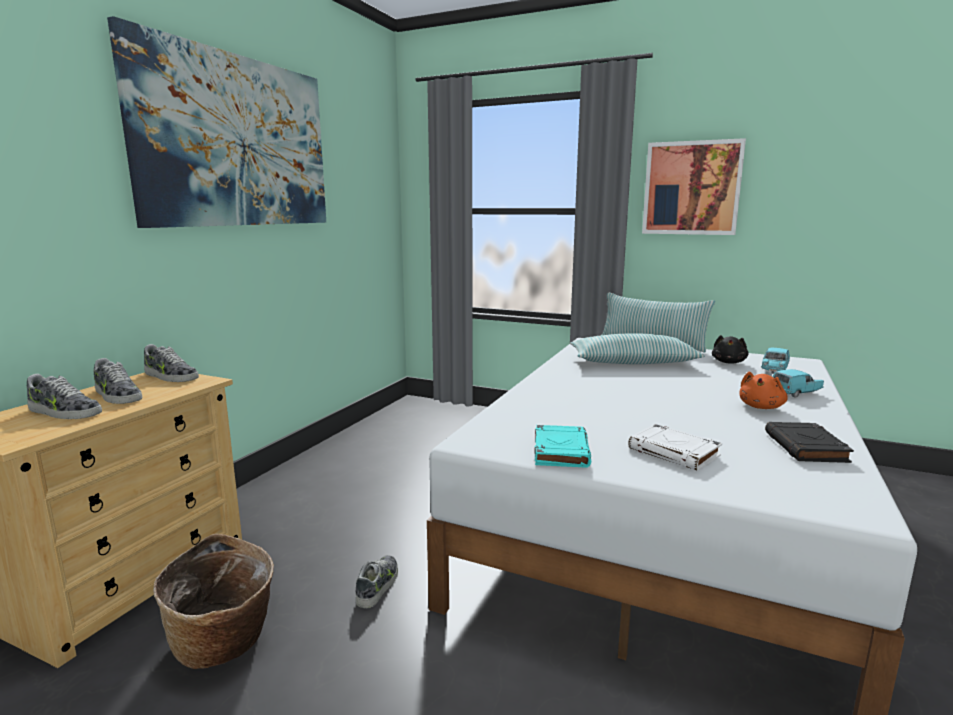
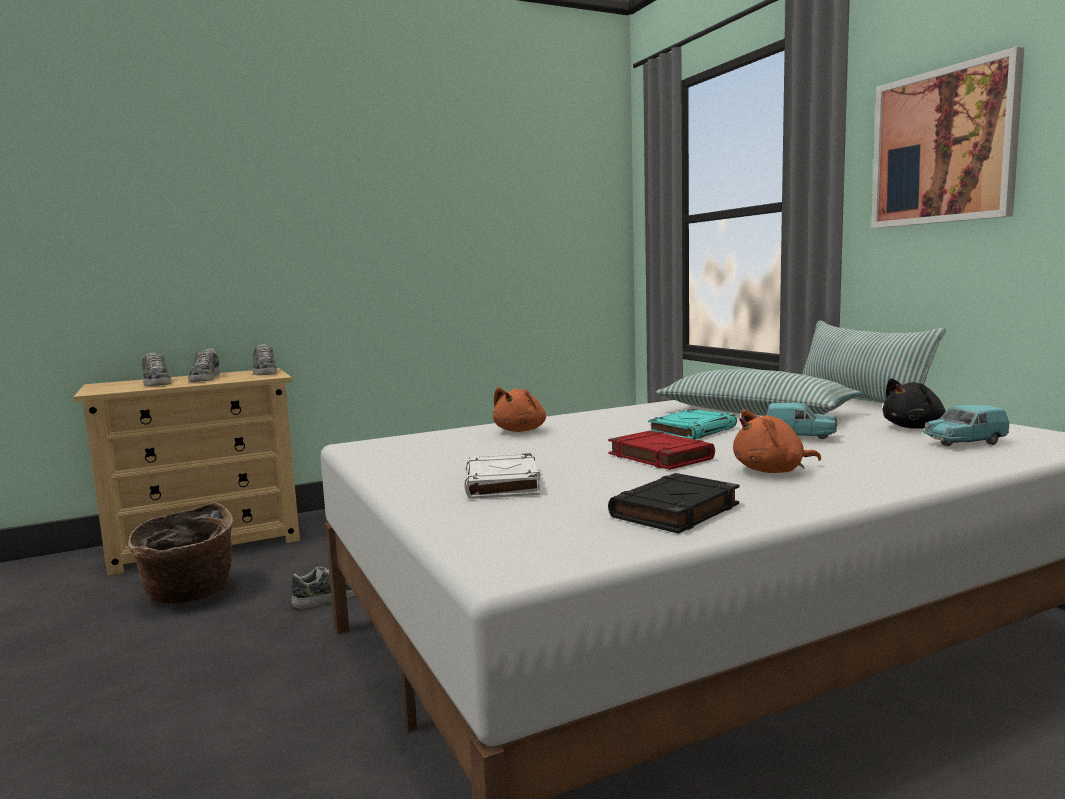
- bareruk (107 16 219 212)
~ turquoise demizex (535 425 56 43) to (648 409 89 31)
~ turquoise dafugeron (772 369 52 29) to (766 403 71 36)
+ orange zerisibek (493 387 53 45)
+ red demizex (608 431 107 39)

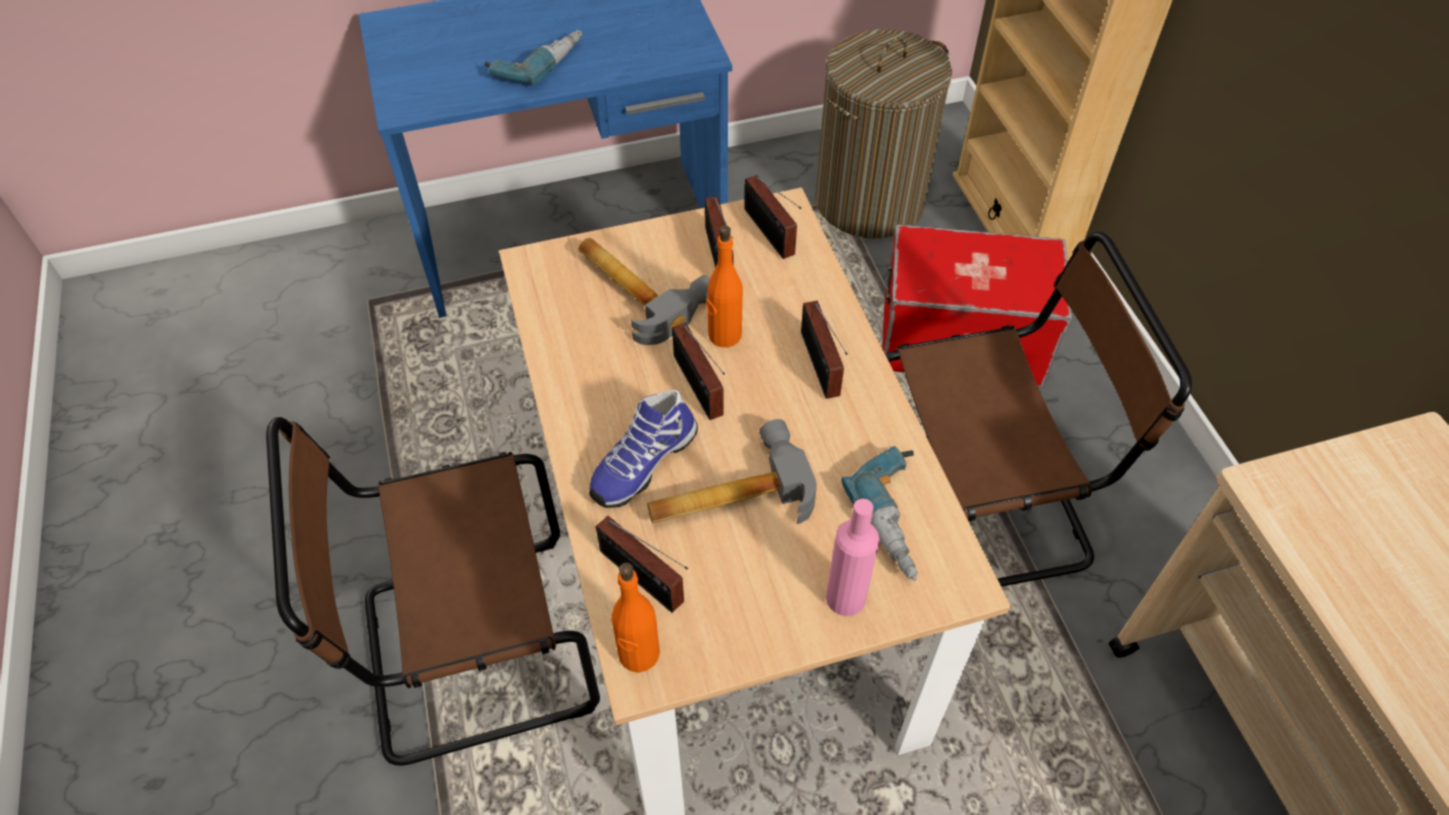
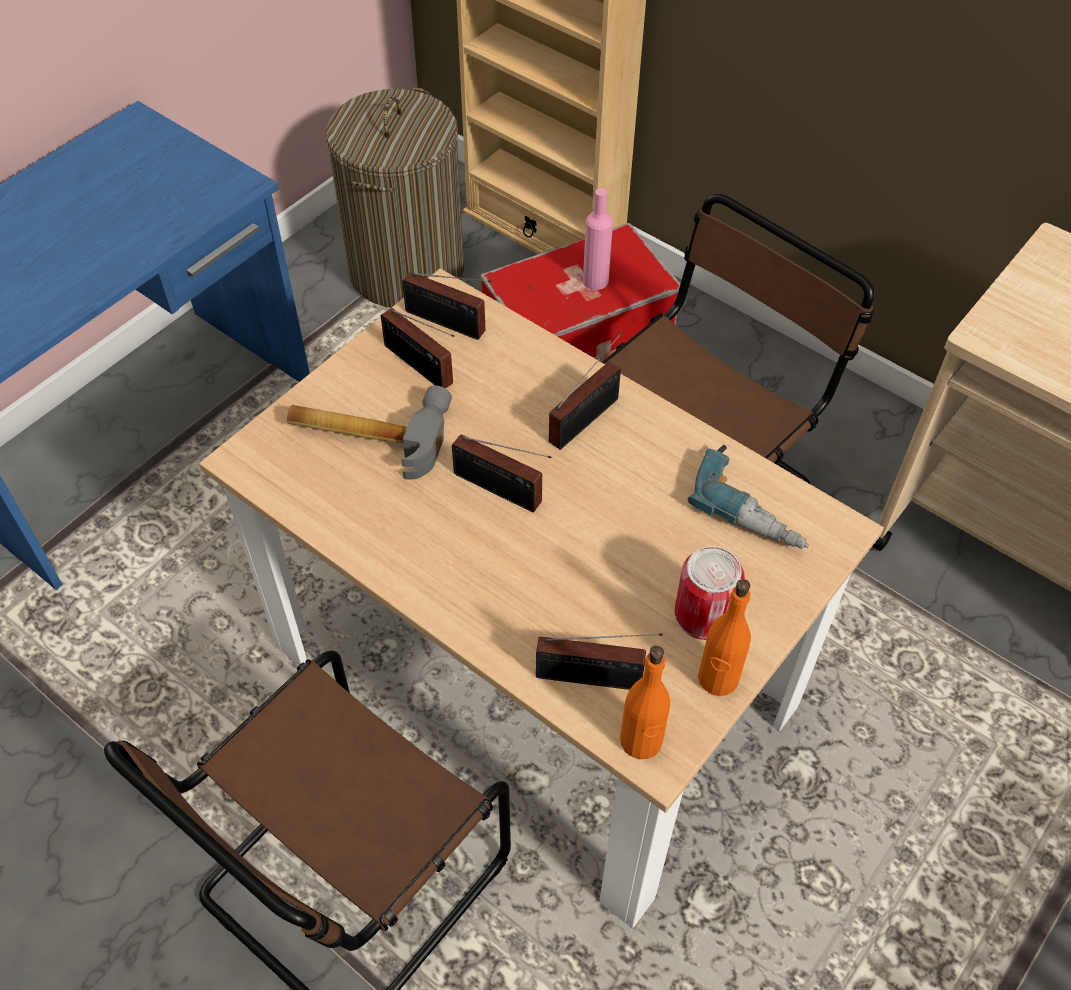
- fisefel (485 30 97 55)
- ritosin (589 390 109 118)
- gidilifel (647 419 170 105)
~ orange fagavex (706 226 37 121) to (698 579 53 117)
~ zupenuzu (801 301 46 98) = (549 332 74 118) 90 degrees counterclockwise
~ pink fagavex (826 499 54 117) to (583 188 30 102)
+ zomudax (675 546 70 94)

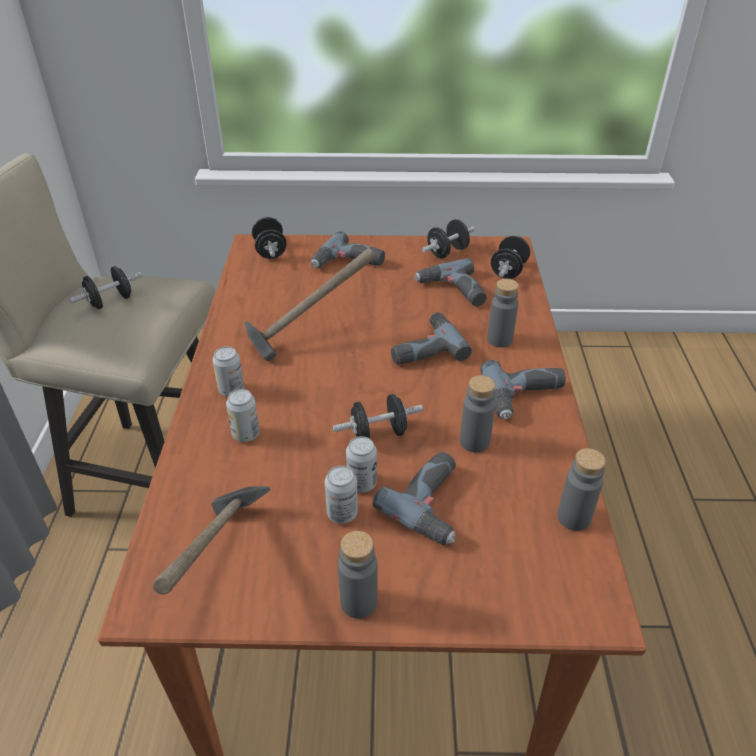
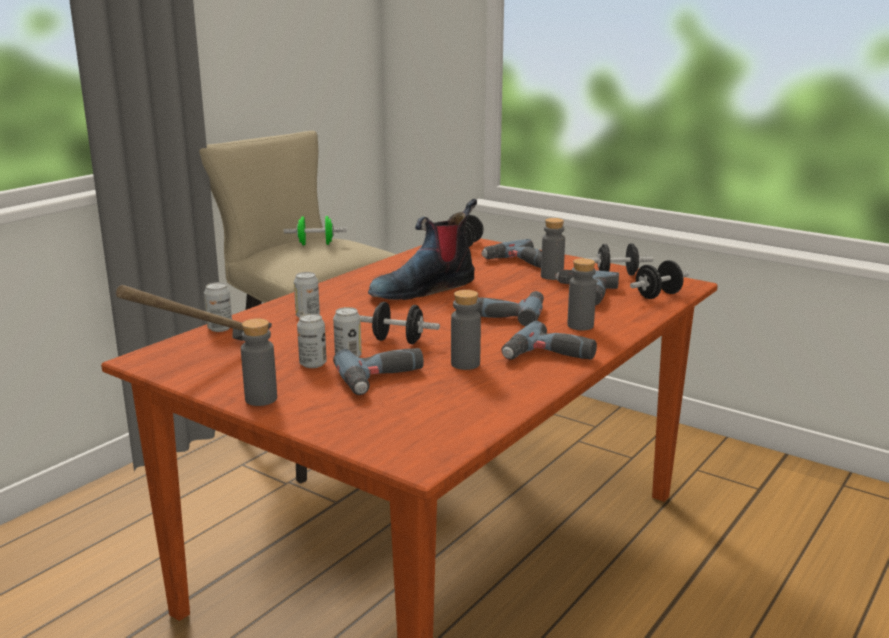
~ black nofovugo (69 266 73 43) to green nofovugo (284 216 63 29)
~ zomudax (213 347 31 50) to (204 282 28 50)
~ gidilifel (244 248 132 113) to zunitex (368 199 109 101)
~ grey fagavex (557 448 49 83) to (541 218 24 62)

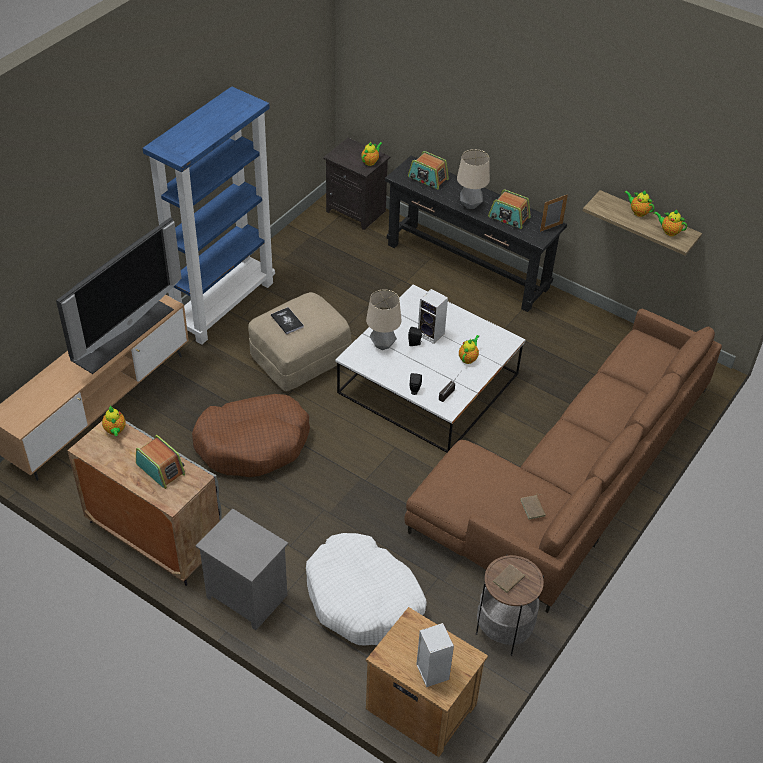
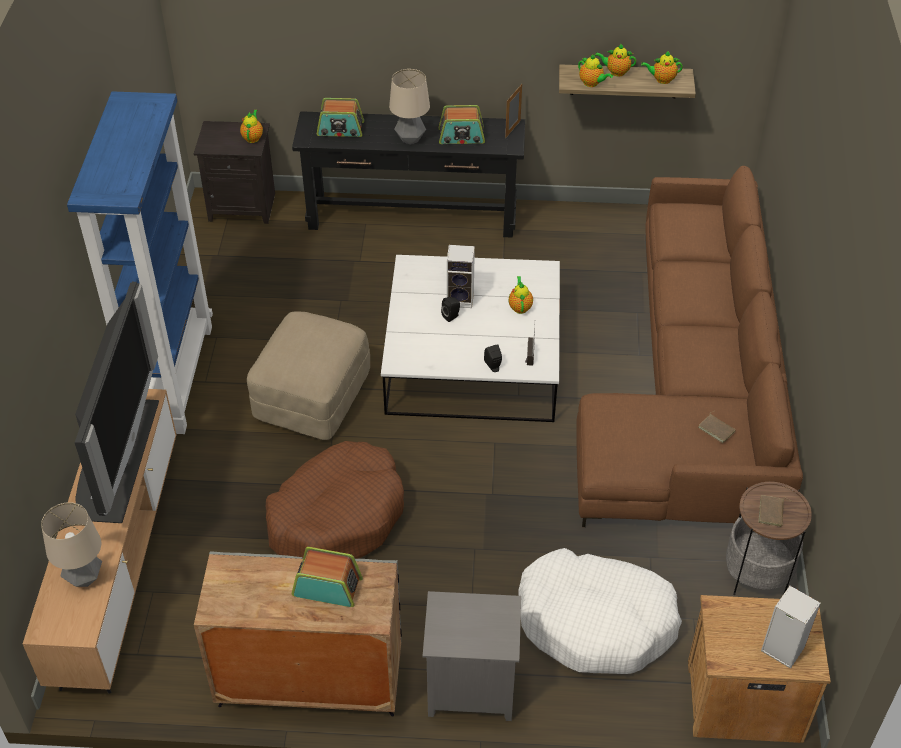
~ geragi (102 405 24 31) to (578 54 35 33)
- demizex (271 307 33 27)
~ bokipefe (366 290 35 60) to (41 502 61 85)

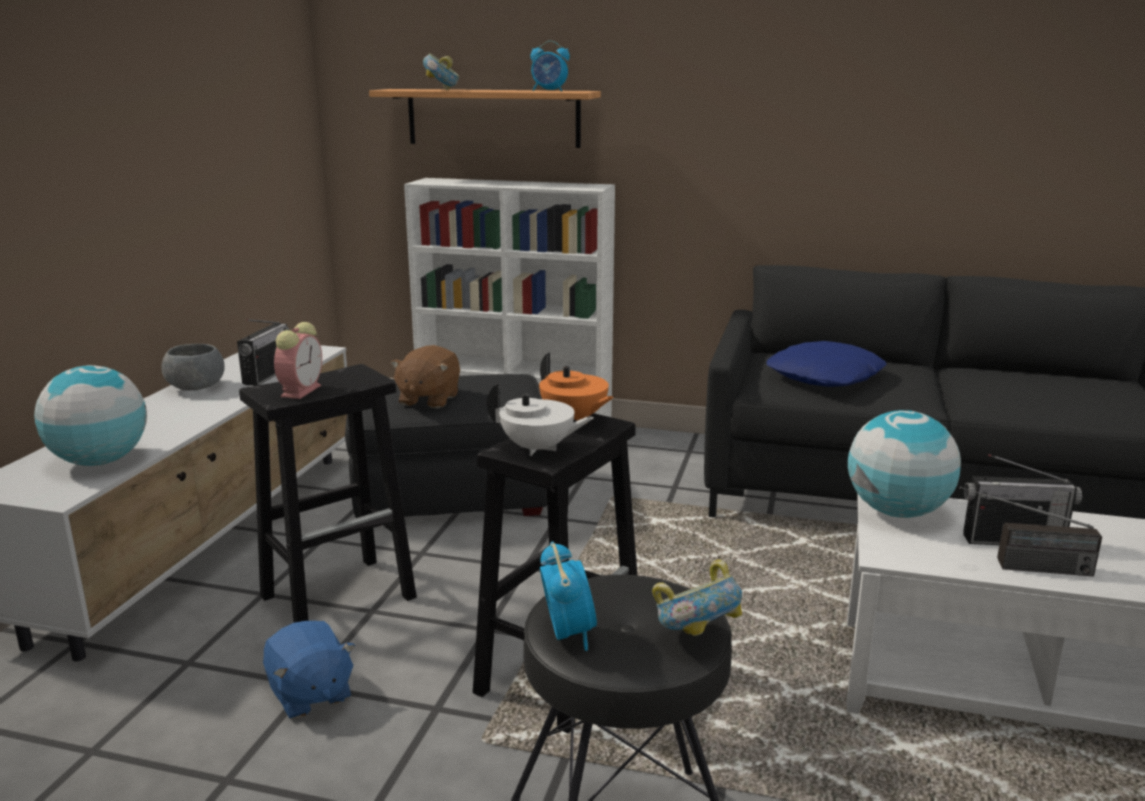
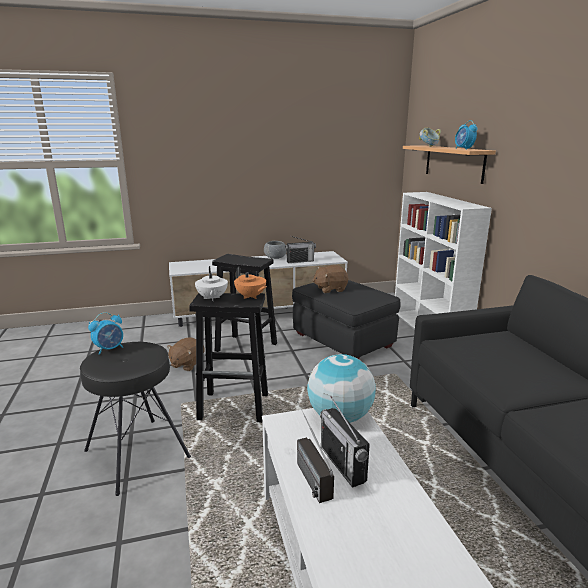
- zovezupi (34 365 113 101)
~ blue zerisibek (263 621 92 98) to brown zerisibek (167 338 38 33)
- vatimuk (274 322 48 77)
~ orange geragi (539 353 75 71) = (234 266 33 33) 60 degrees counterclockwise
- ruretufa (652 559 90 77)
- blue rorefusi (767 341 120 46)

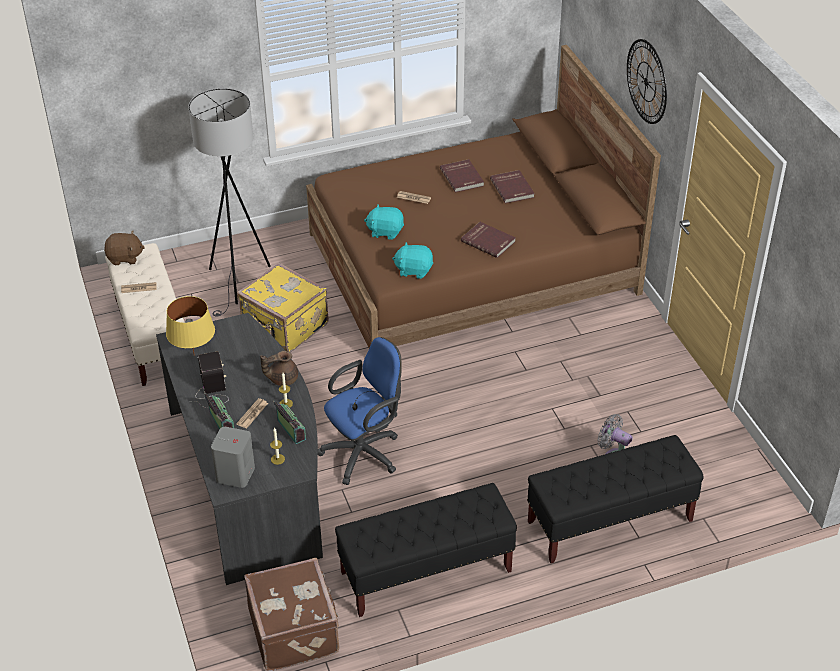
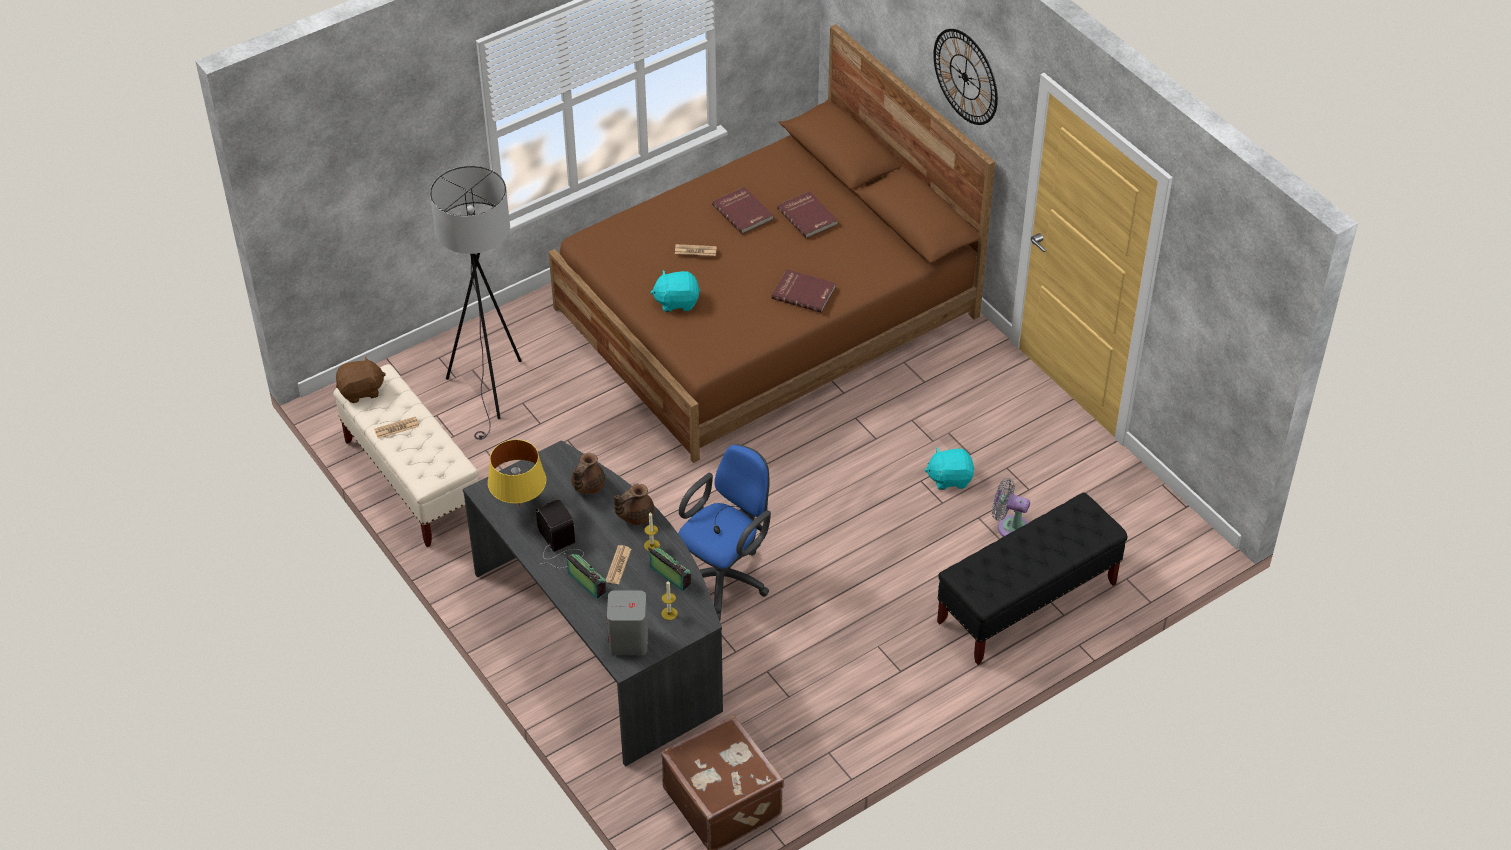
- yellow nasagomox (237 263 92 89)
- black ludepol (335 483 182 134)
~ turquoise zerisibek (392 242 41 37) to (925 447 49 43)
+ brown geragi (572 453 33 41)

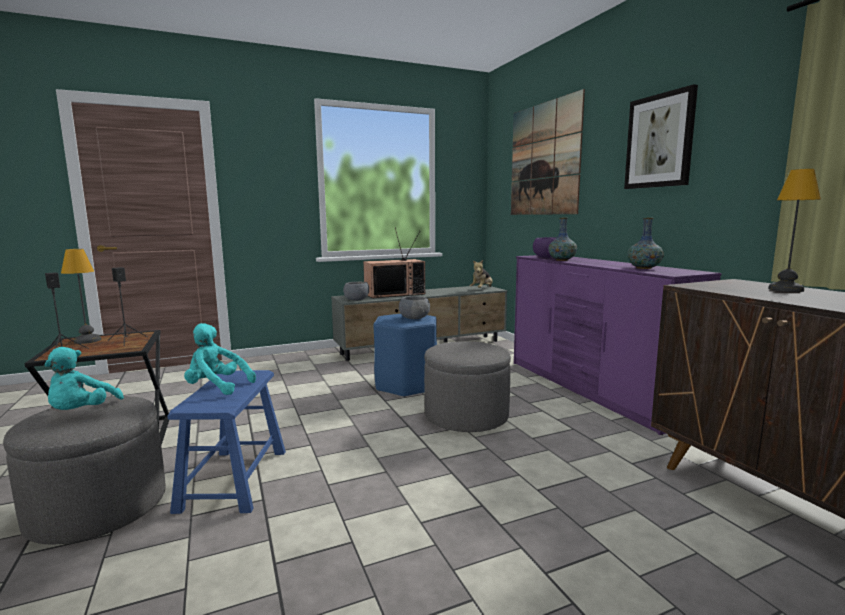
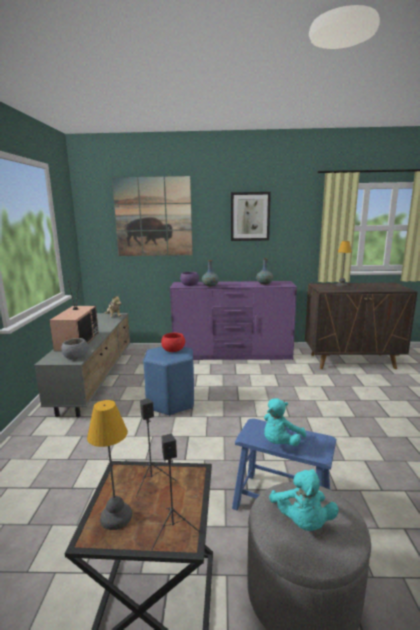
~ turquoise zerisibek (44 347 80 63) = (269 469 70 62) 60 degrees clockwise
~ grey ruretufa (399 296 31 23) to red ruretufa (161 333 24 19)
- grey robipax (424 341 87 91)

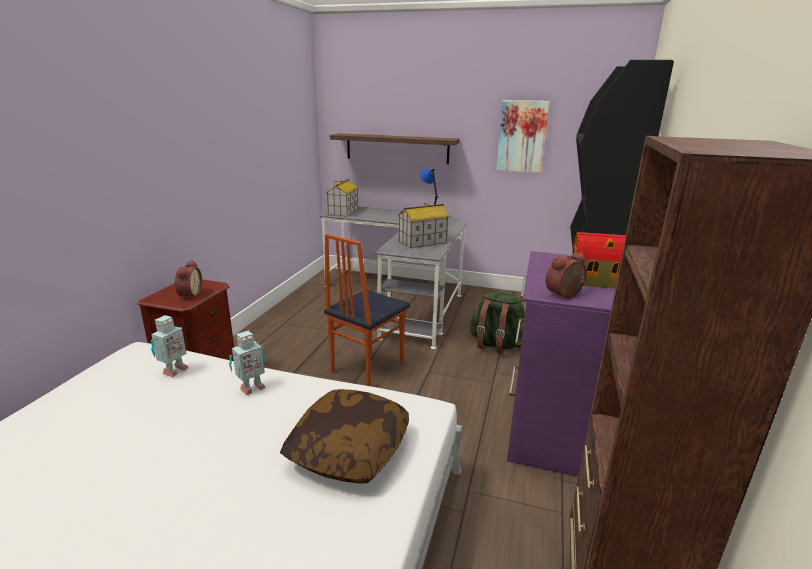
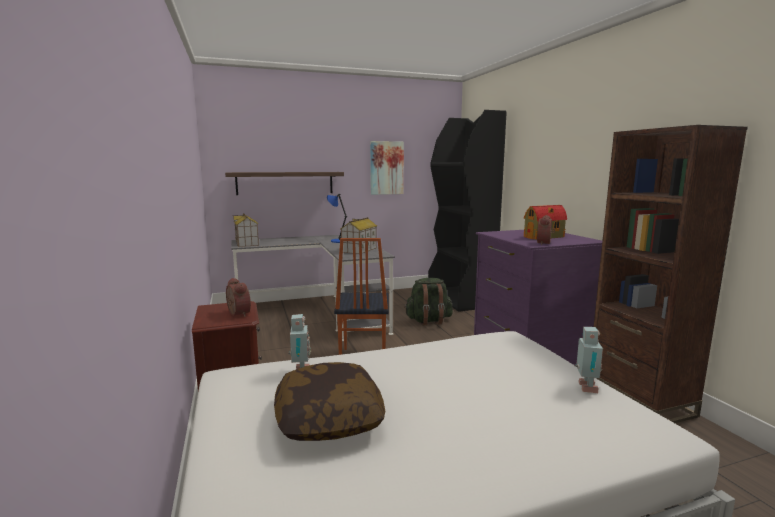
~ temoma (229 331 37 64) to (575 327 28 66)
~ rorefusi (280 389 129 95) to (274 362 111 79)

